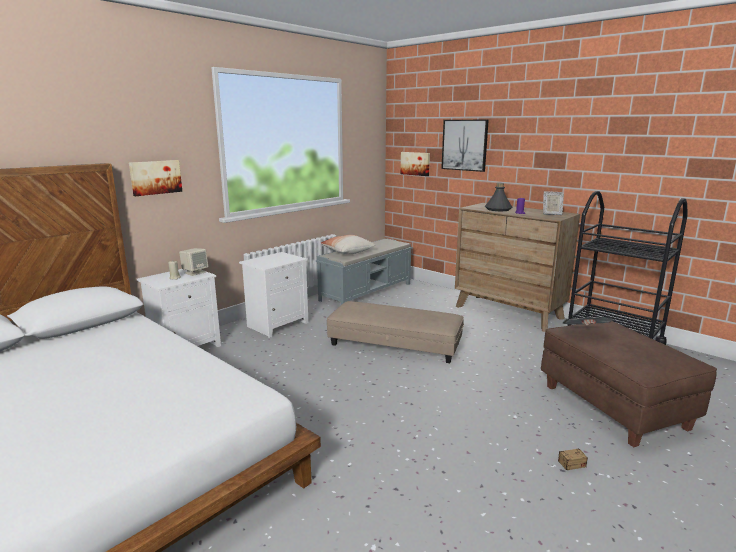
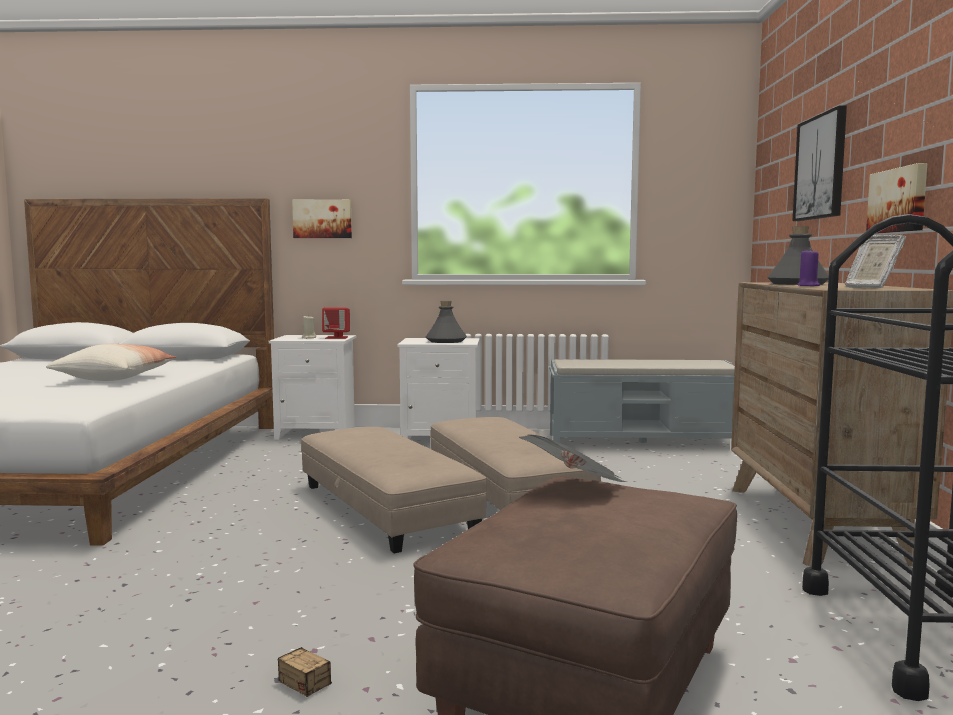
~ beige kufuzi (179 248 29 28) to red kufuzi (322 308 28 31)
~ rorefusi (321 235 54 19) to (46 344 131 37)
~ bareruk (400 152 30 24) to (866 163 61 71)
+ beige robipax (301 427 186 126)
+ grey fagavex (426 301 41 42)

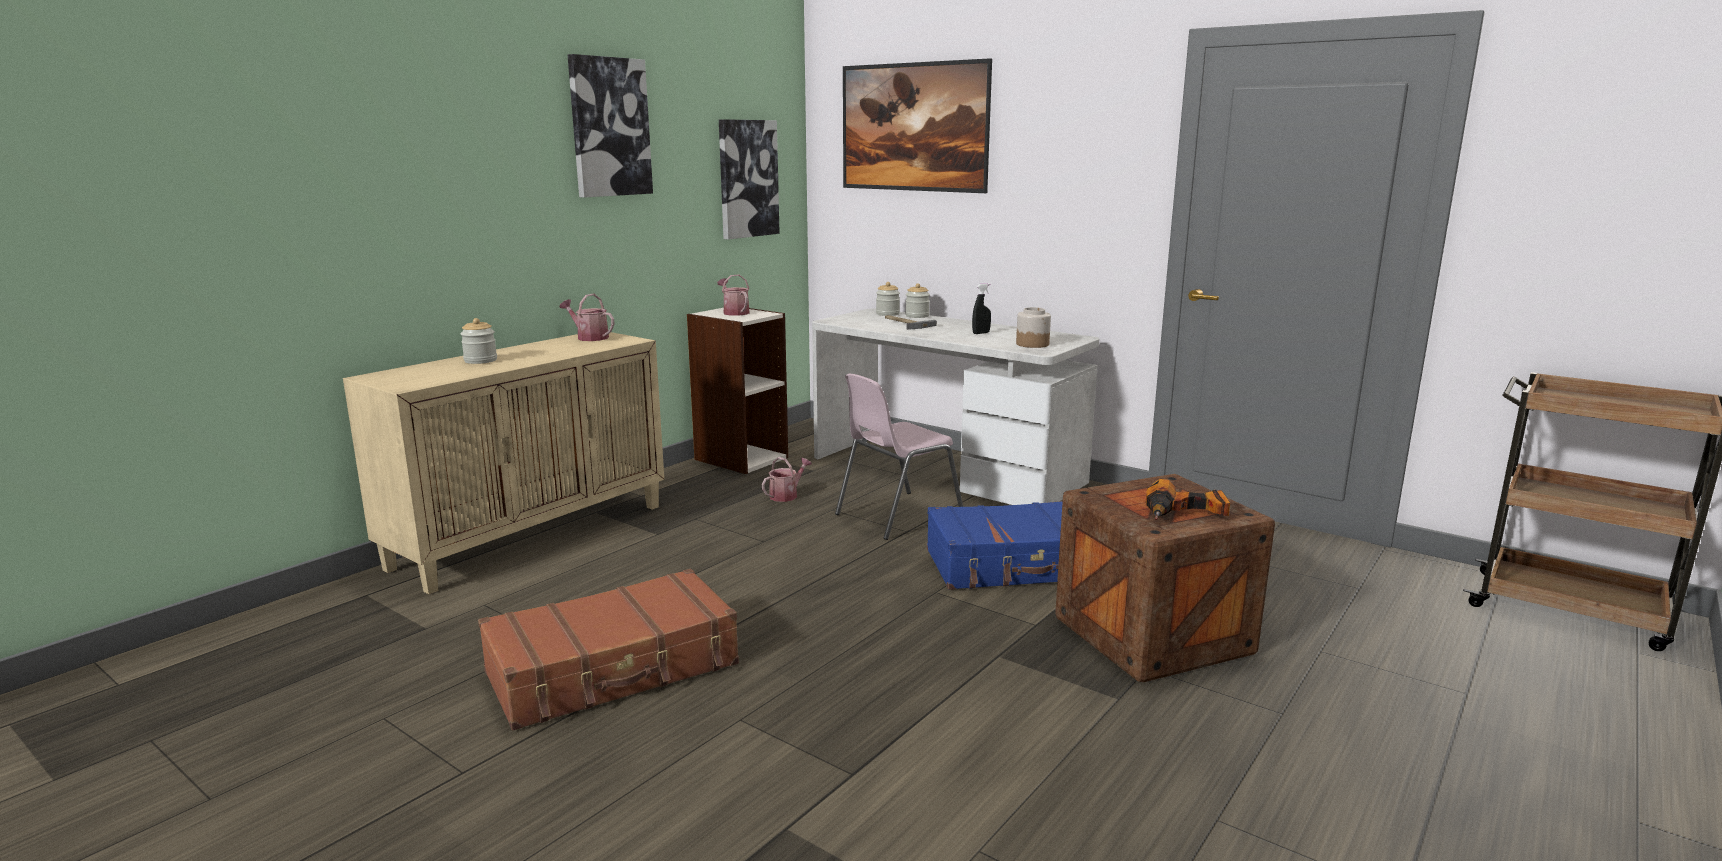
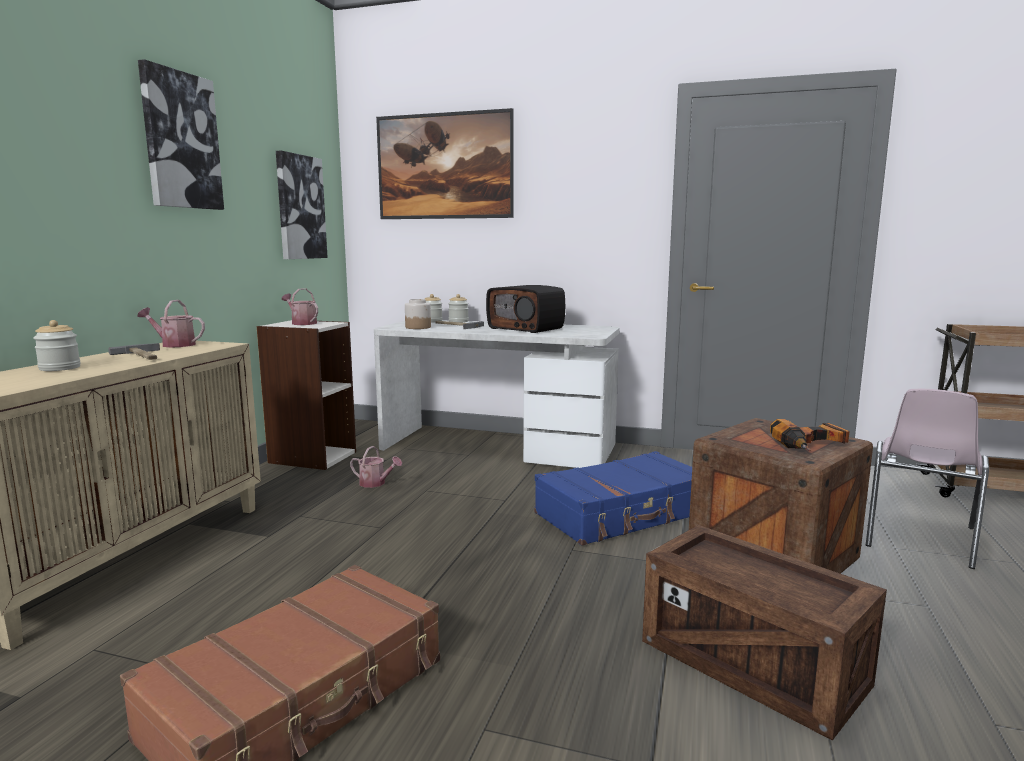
~ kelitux (762 457 50 45) = (350 446 53 42) 90 degrees clockwise
~ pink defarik (835 374 128 166) to (866 389 123 180)
~ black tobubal (972 283 19 51) to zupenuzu (486 285 79 48)
~ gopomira (1016 307 35 41) to (405 299 26 30)
+ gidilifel (108 343 52 17)
+ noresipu (642 525 245 216)

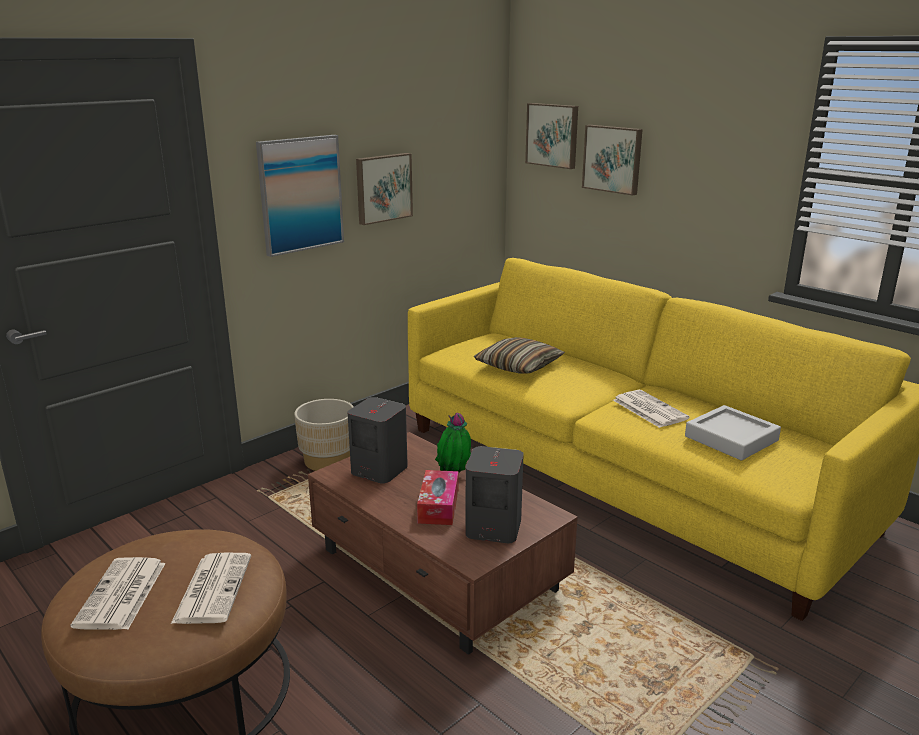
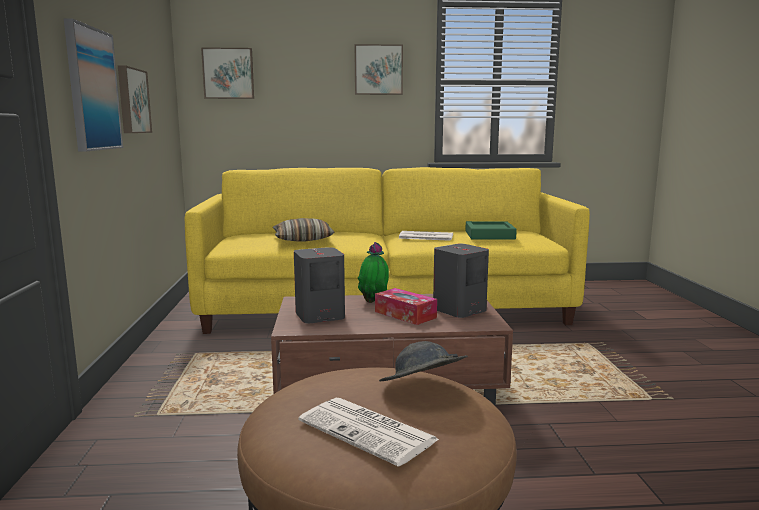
~ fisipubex (171 553 80 71) to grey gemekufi (379 341 89 40)
- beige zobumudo (294 399 60 72)
~ bareruk (582 125 61 71) to (355 44 48 51)
~ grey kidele (685 405 96 55) to green kidele (465 221 52 19)

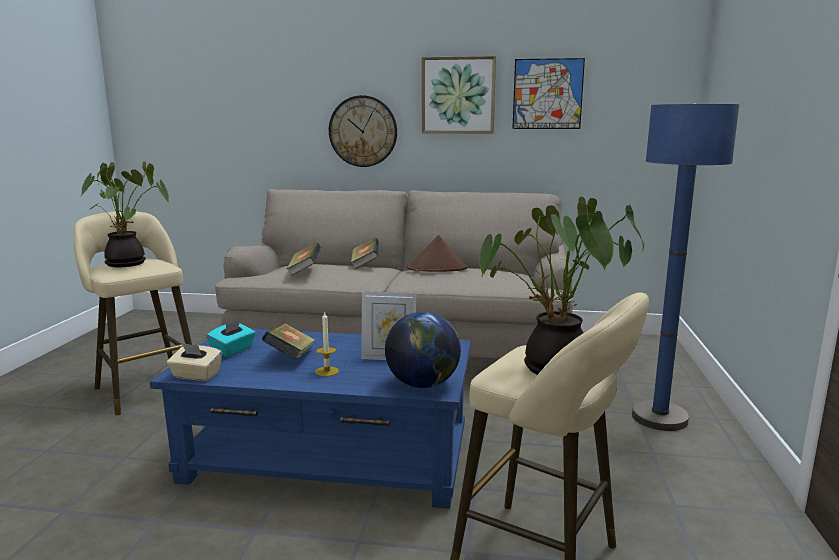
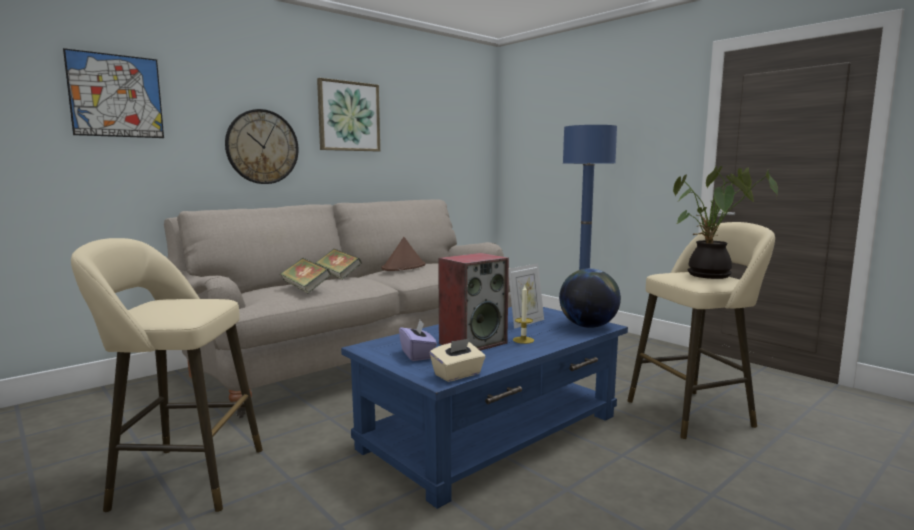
- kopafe (81 161 88 106)
~ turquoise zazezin (207 319 48 38) to purple zazezin (399 320 38 41)
~ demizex (262 323 53 37) to kufuzi (438 253 71 98)
~ bareruk (512 58 73 71) to (63 48 101 90)

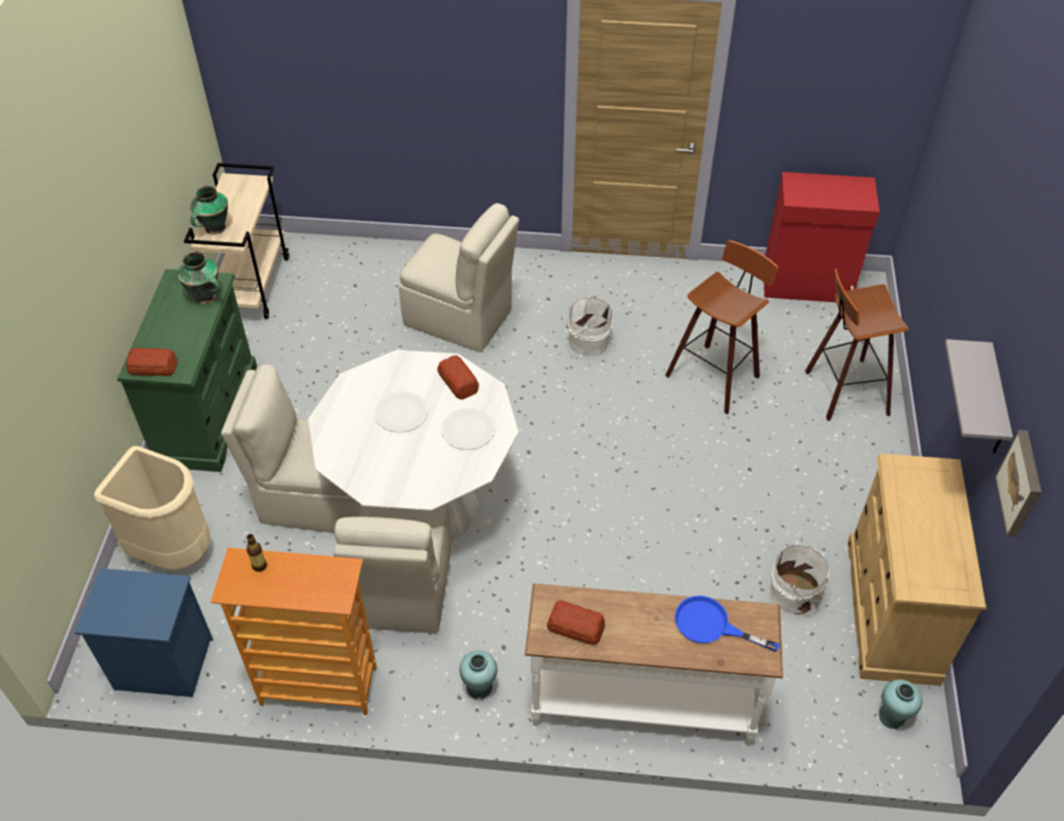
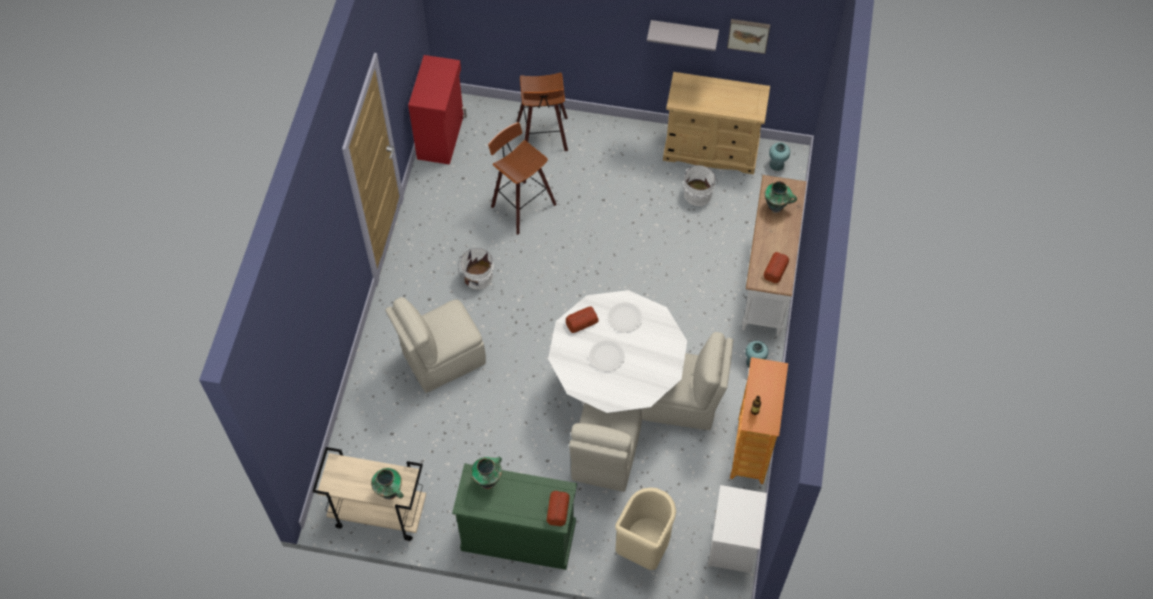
~ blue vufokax (74 568 139 129) to white vufokax (707 485 60 88)
~ beige defarik (399 203 120 149) = (385 297 101 96) 150 degrees counterclockwise
~ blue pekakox (675 596 104 56) to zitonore (765 181 32 32)

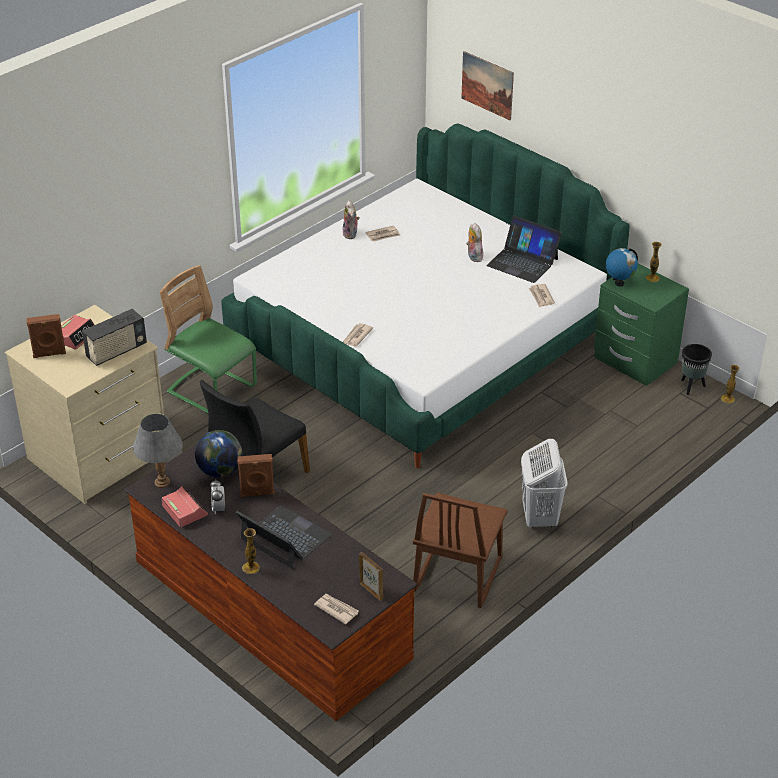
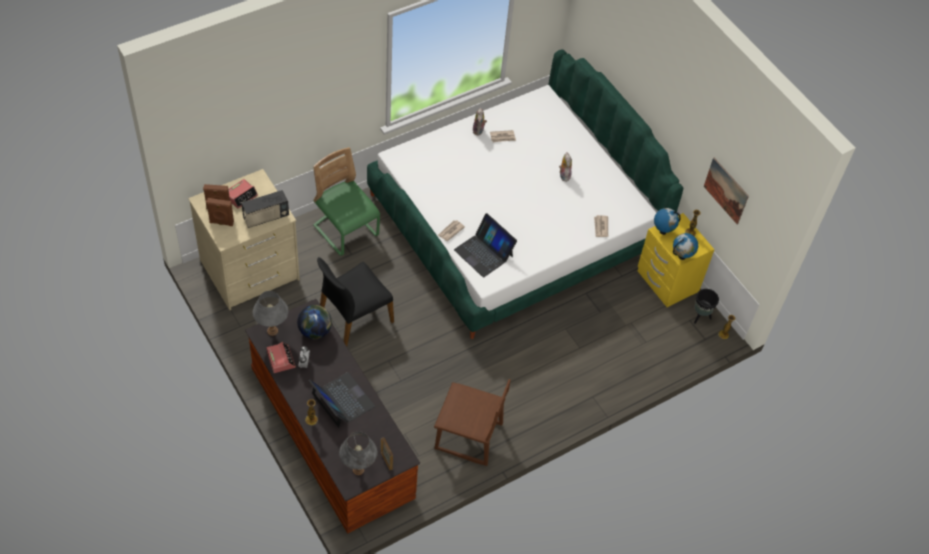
~ brown kufuzi (237 454 38 43) to (206 198 28 28)
~ fisipubex (314 594 44 31) to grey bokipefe (339 431 39 44)
~ brown defarik (413 493 95 115) = (434 379 77 87) 105 degrees counterclockwise
~ bareruk (461 51 53 69) to (704 158 45 66)
~ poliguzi (487 216 75 67) to (454 213 63 65)
- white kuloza (521 439 47 89)
~ green vufokax (594 264 95 122) to yellow vufokax (638 213 77 94)
+ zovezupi (673 233 25 27)

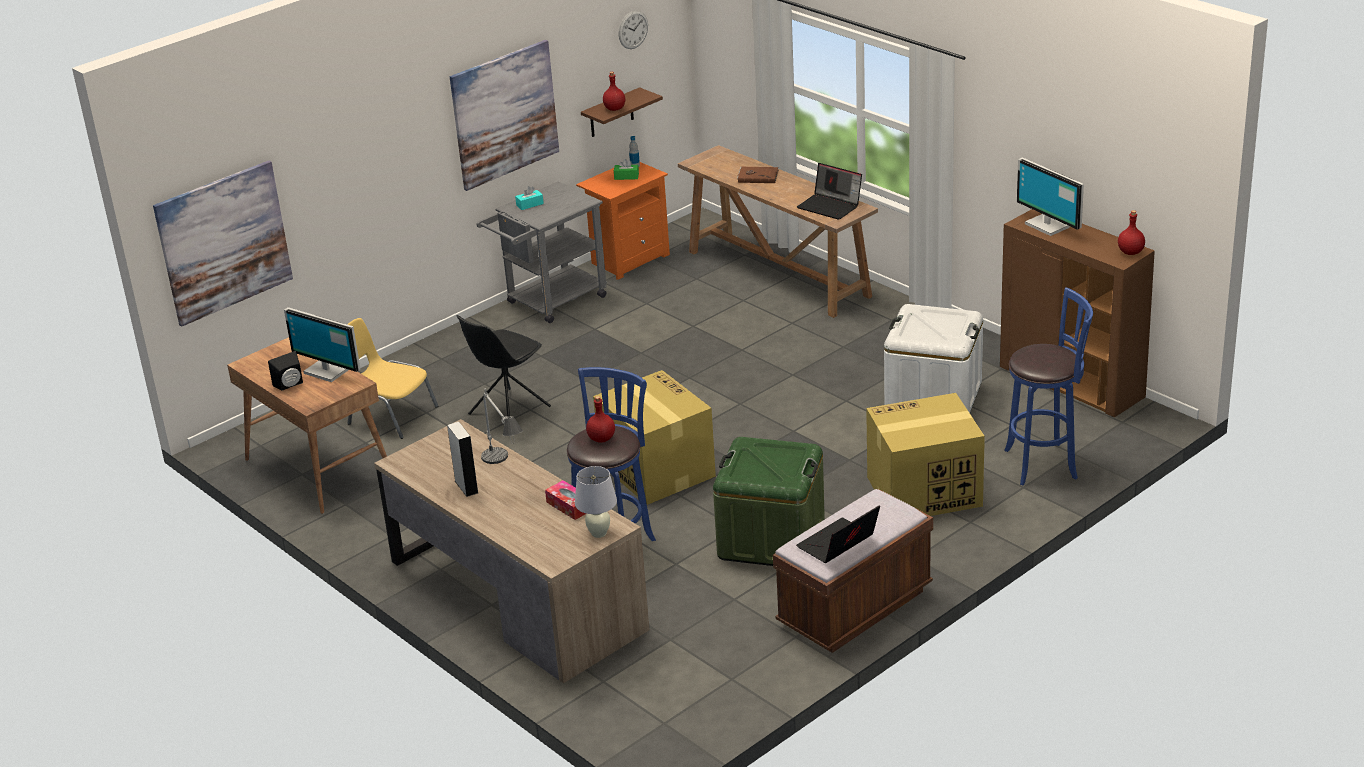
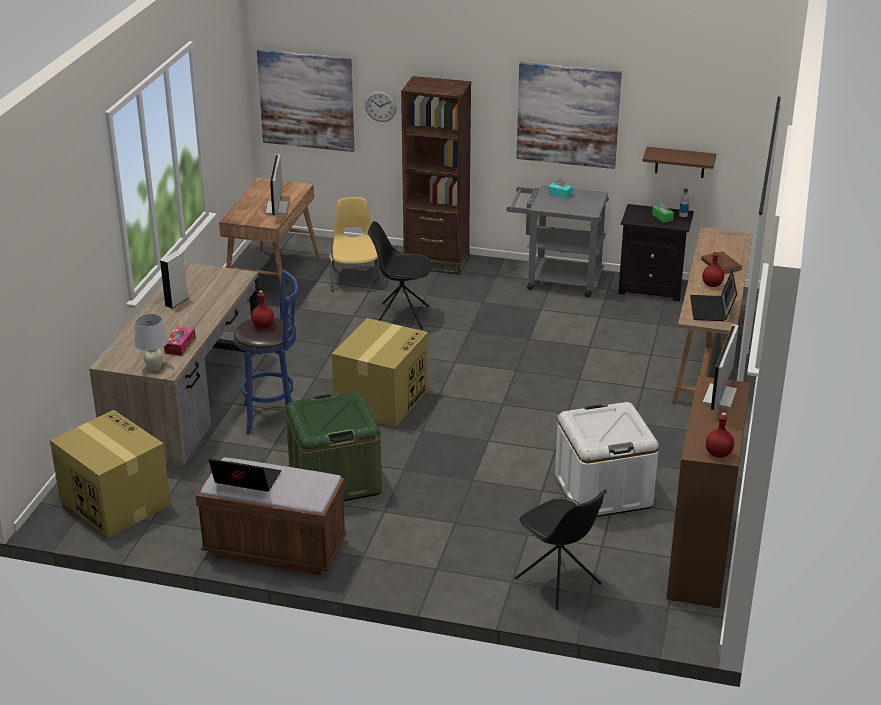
- black kufuzi (268 351 35 40)
- bokipefe (481 388 42 76)
~ orange vufokax (576 162 94 118) to black vufokax (618 204 76 97)
~ red fagavex (603 72 22 39) to (702 251 22 36)
~ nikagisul (619 11 29 38) to (365 91 32 31)
~ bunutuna (866 393 119 123) to (50 410 121 128)
~ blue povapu (1004 287 89 198) to black defarik (515 489 92 121)
+ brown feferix (401 76 70 199)

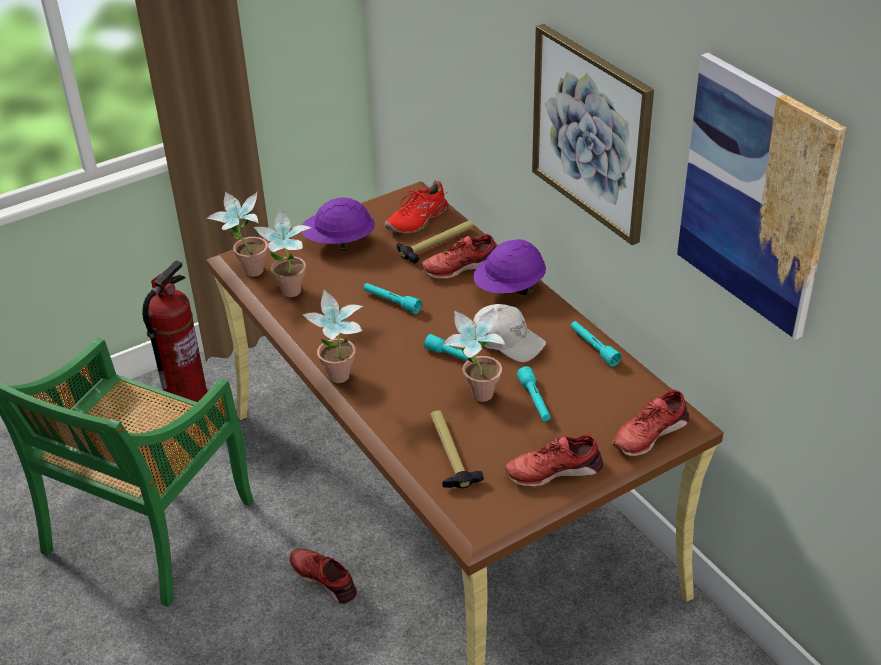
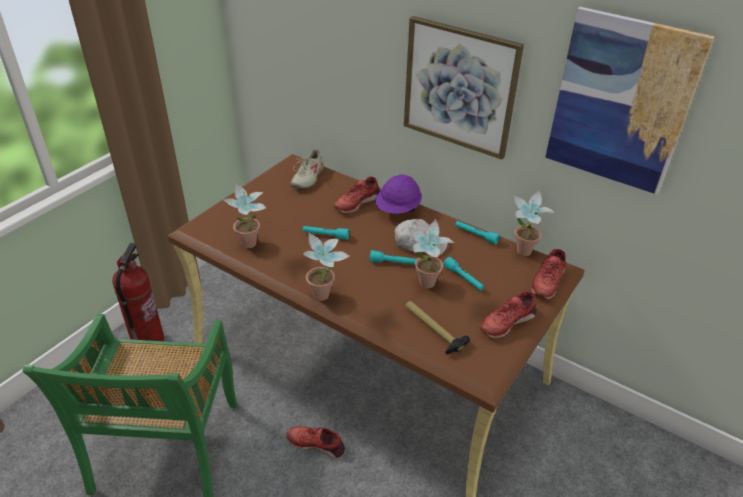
~ kopafe (207 192 61 85) to (513 190 42 66)
- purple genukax (301 198 74 53)
~ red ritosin (385 180 63 54) to beige ritosin (290 148 36 41)
- gidilifel (397 221 77 42)

